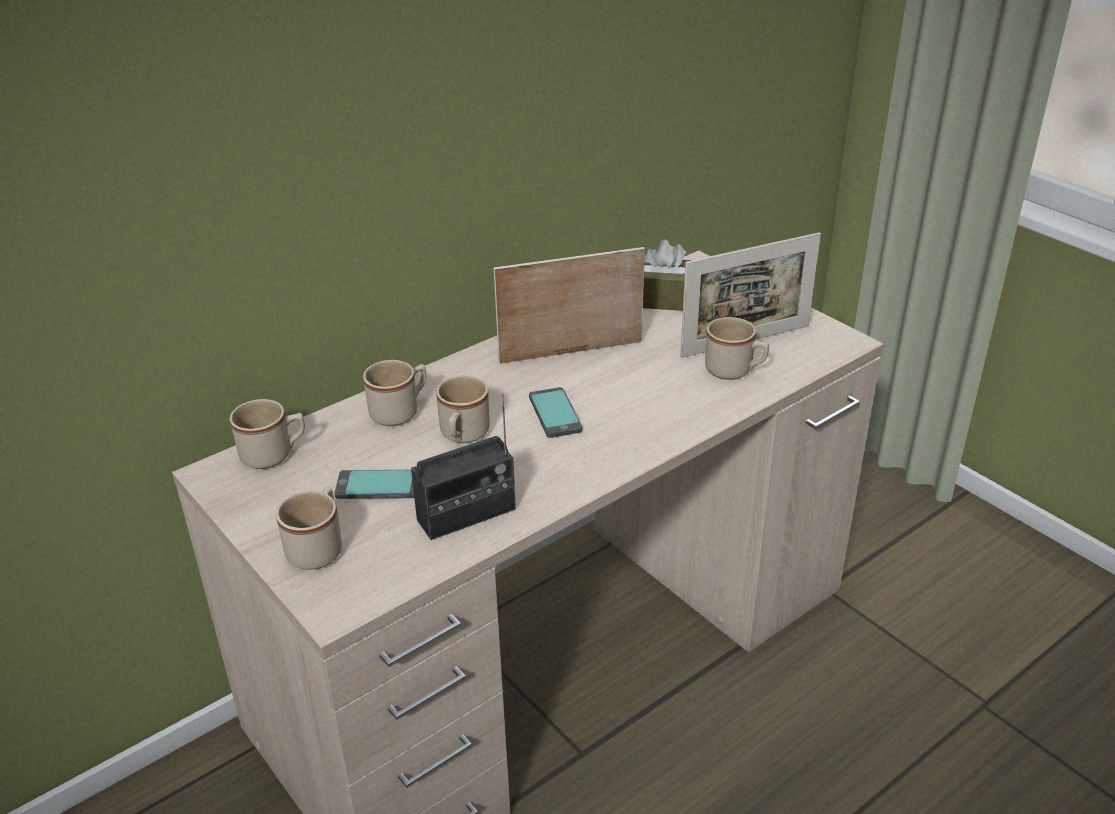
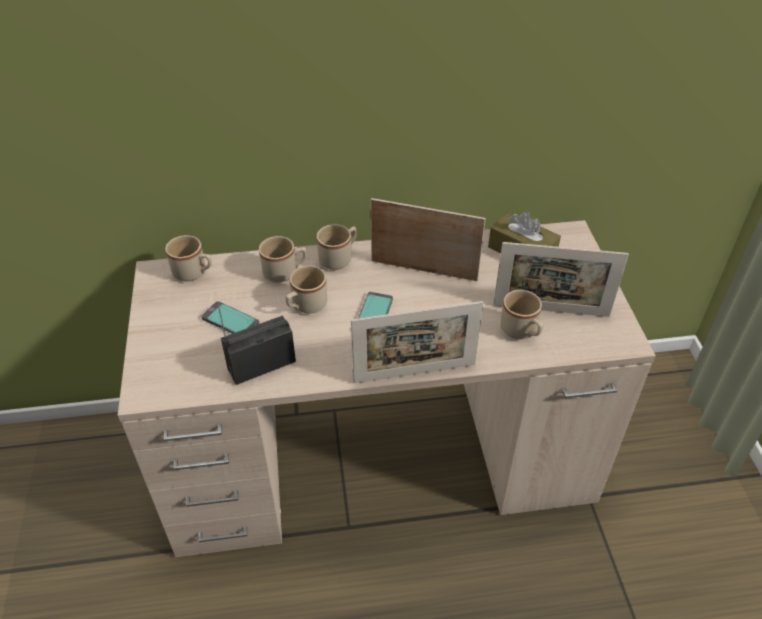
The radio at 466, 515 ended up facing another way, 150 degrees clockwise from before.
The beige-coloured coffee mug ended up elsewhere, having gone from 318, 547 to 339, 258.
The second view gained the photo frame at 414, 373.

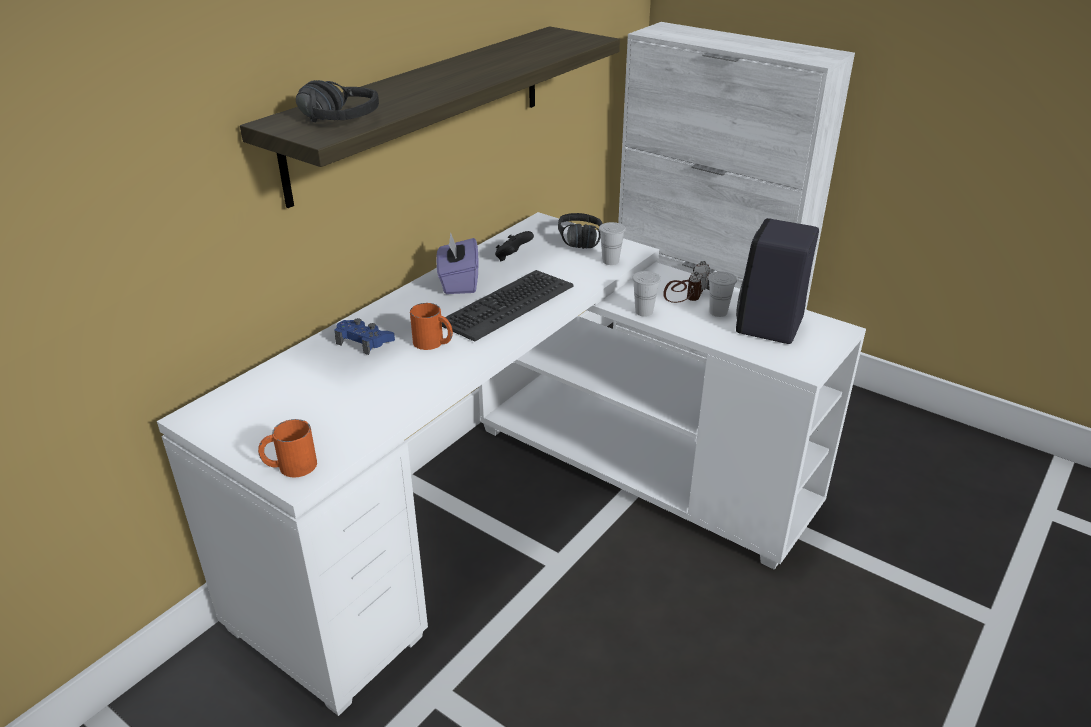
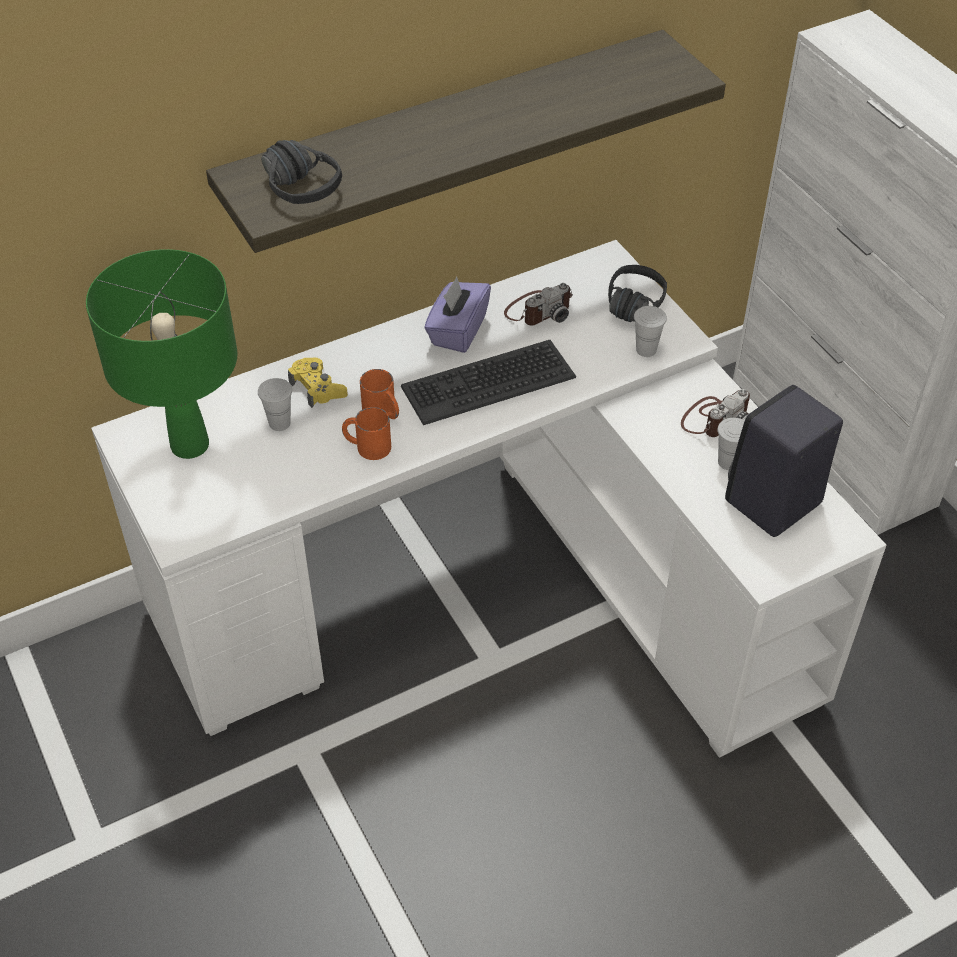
Where the blackish gamepad stood at 512, 258, the photo camera came to stand at 538, 310.
The whitish cup ended up elsewhere, having gone from 644, 312 to 279, 423.
What was the blue gamepad at 364, 341 turned into the yellow gamepad at 317, 388.
The orange-coloured coffee mug ended up elsewhere, having gone from 290, 466 to 367, 446.
The second view gained the greenish table lamp at 190, 445.

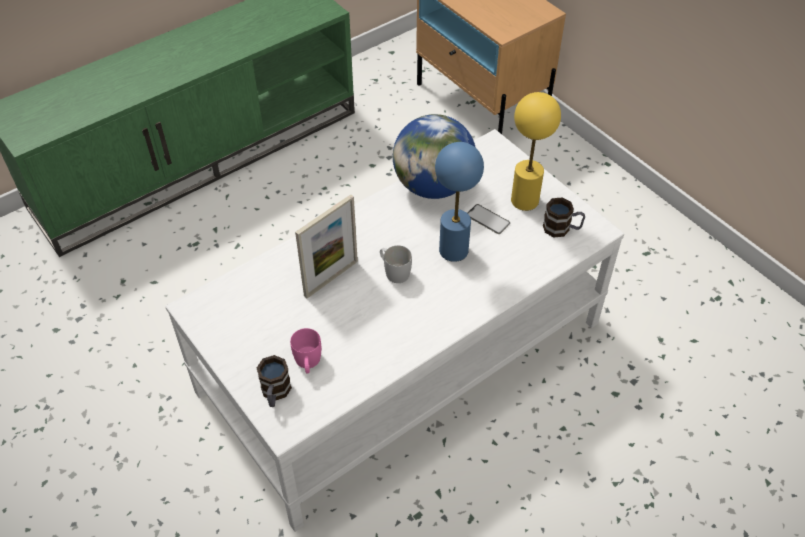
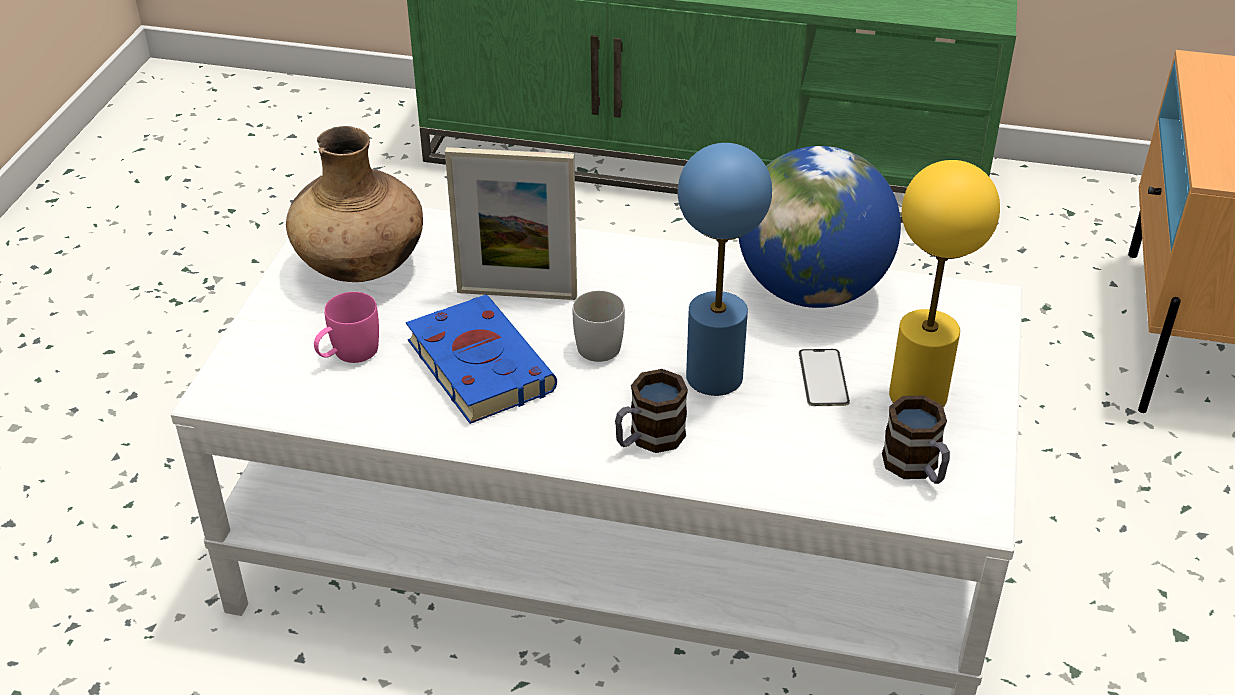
The coffee mug ended up elsewhere, having gone from 275, 393 to 648, 439.
The second view gained the brownish vase at 361, 266.
The second view gained the blue bound book at 477, 363.

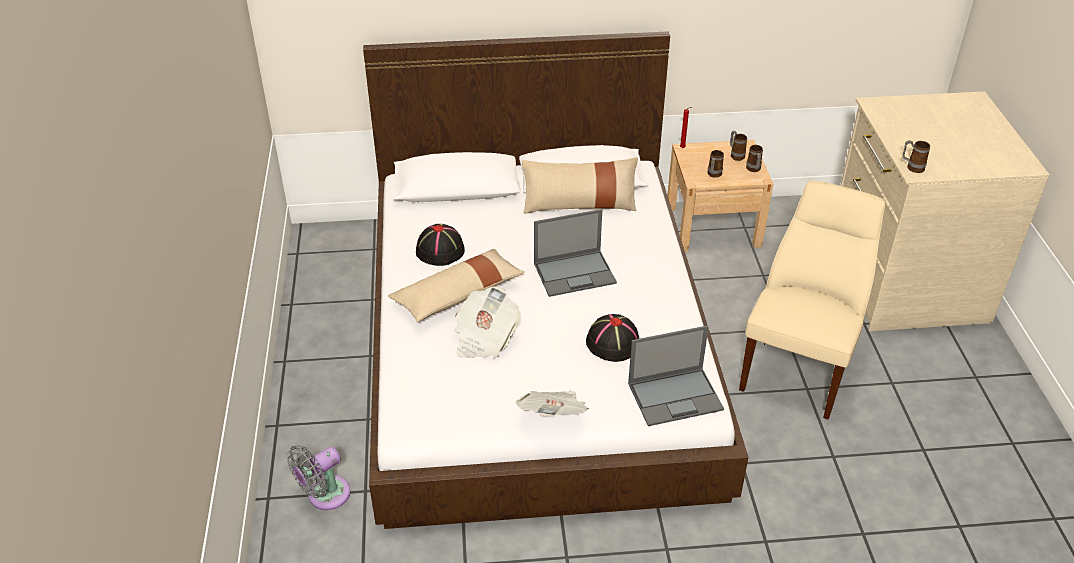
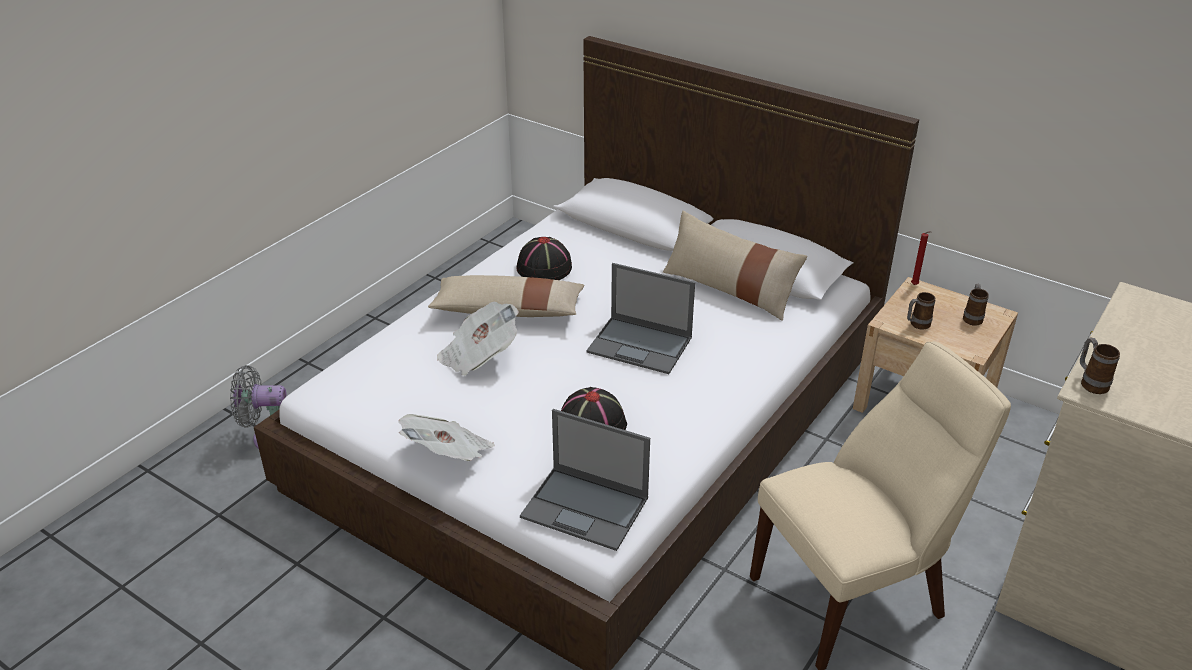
The second view lost the coffee mug at 753, 170.

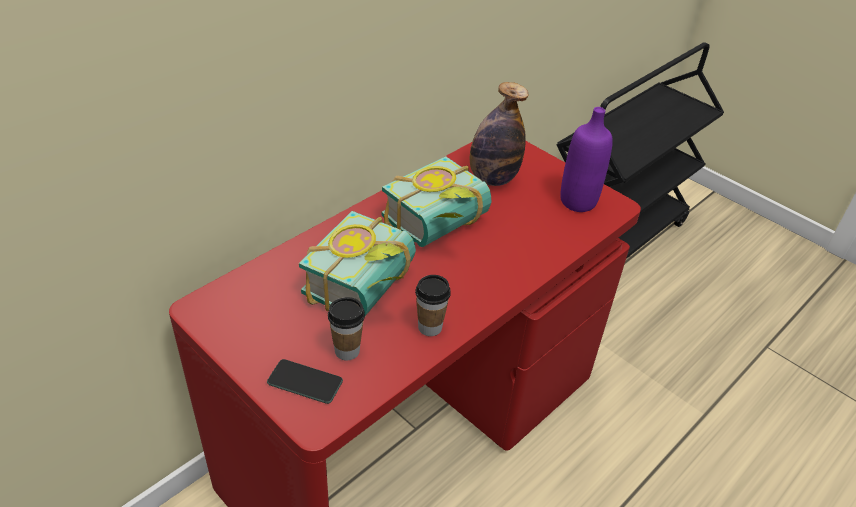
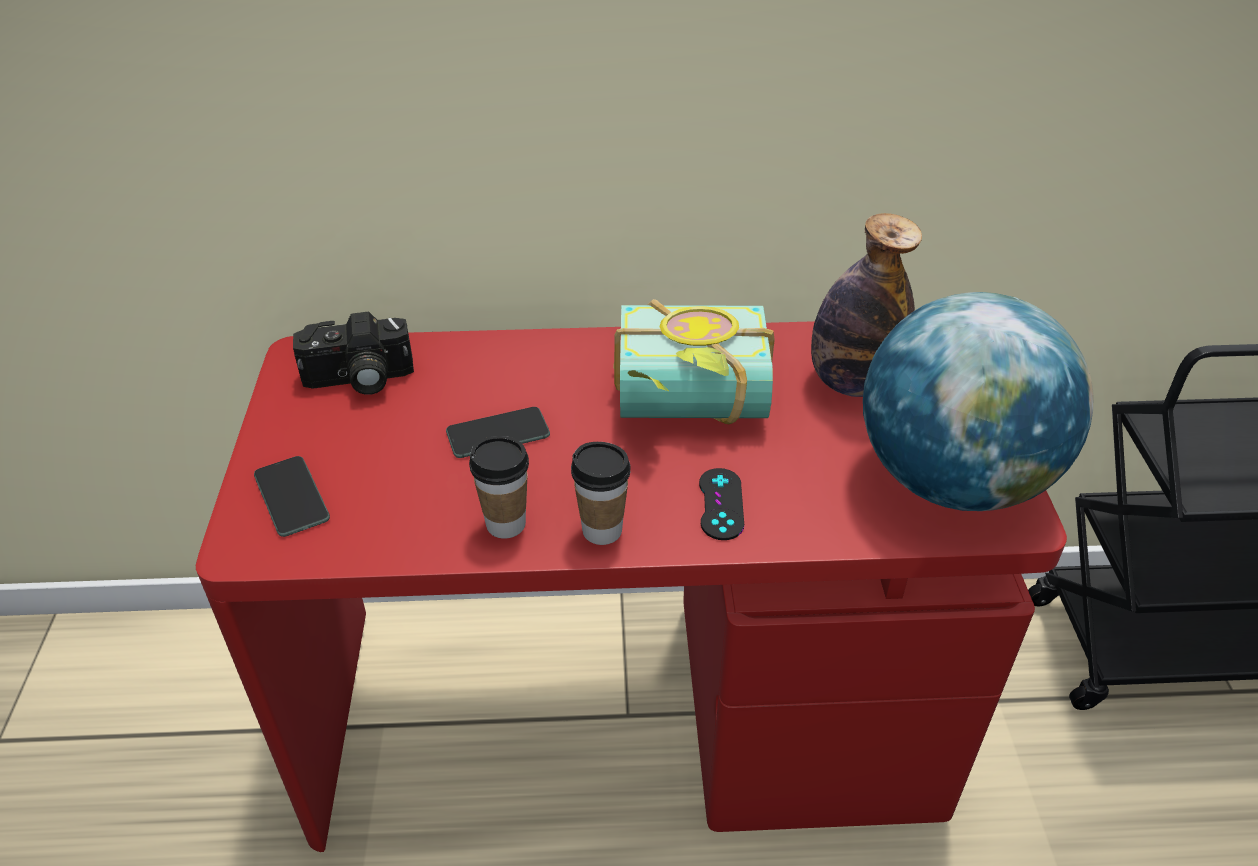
Where the purple beverage bottle stood at 578, 201, the desk globe came to stand at 953, 480.
Where the bound book stood at 368, 288, the phone came to stand at 498, 433.
The cup ended up elsewhere, having gone from 347, 351 to 602, 530.
The second view gained the photo camera at 358, 379.
The second view gained the blackish gamepad at 721, 504.

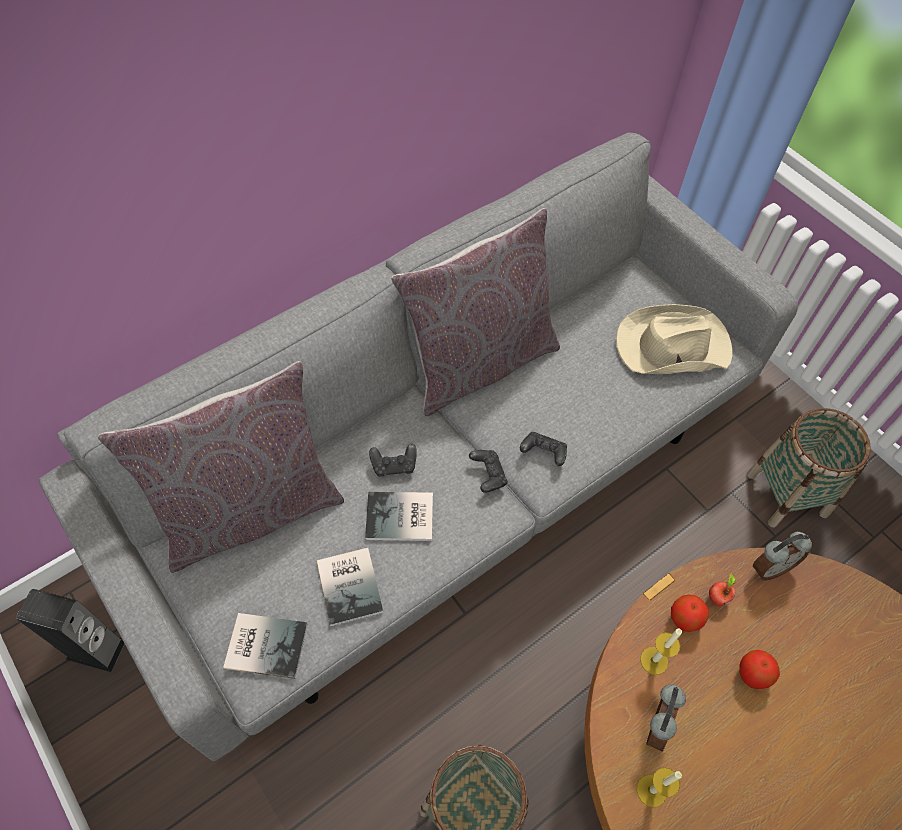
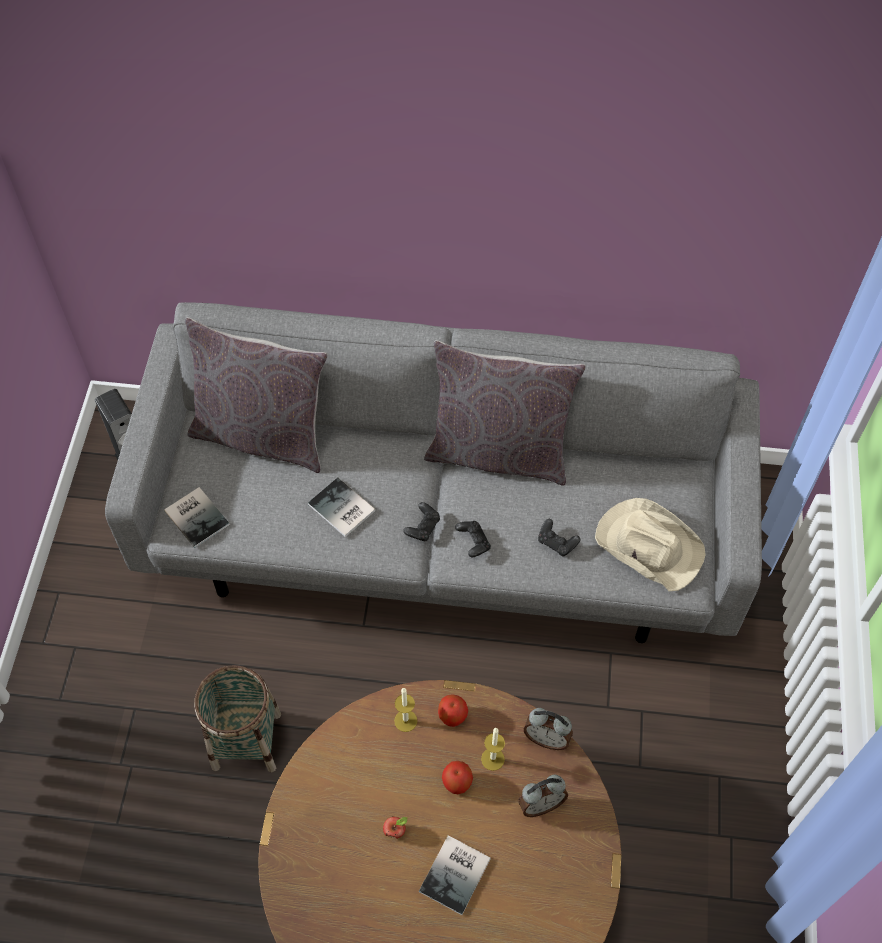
The second view lost the storage basket at 787, 494.
The blackish gamepad ended up elsewhere, having gone from 394, 465 to 557, 543.
The bound book ended up elsewhere, having gone from 351, 584 to 457, 874.
The apple fruit ended up elsewhere, having gone from 717, 597 to 395, 830.
The alarm clock ended up elsewhere, having gone from 655, 724 to 540, 804.
The wax light ended up elsewhere, having gone from 651, 790 to 492, 759.

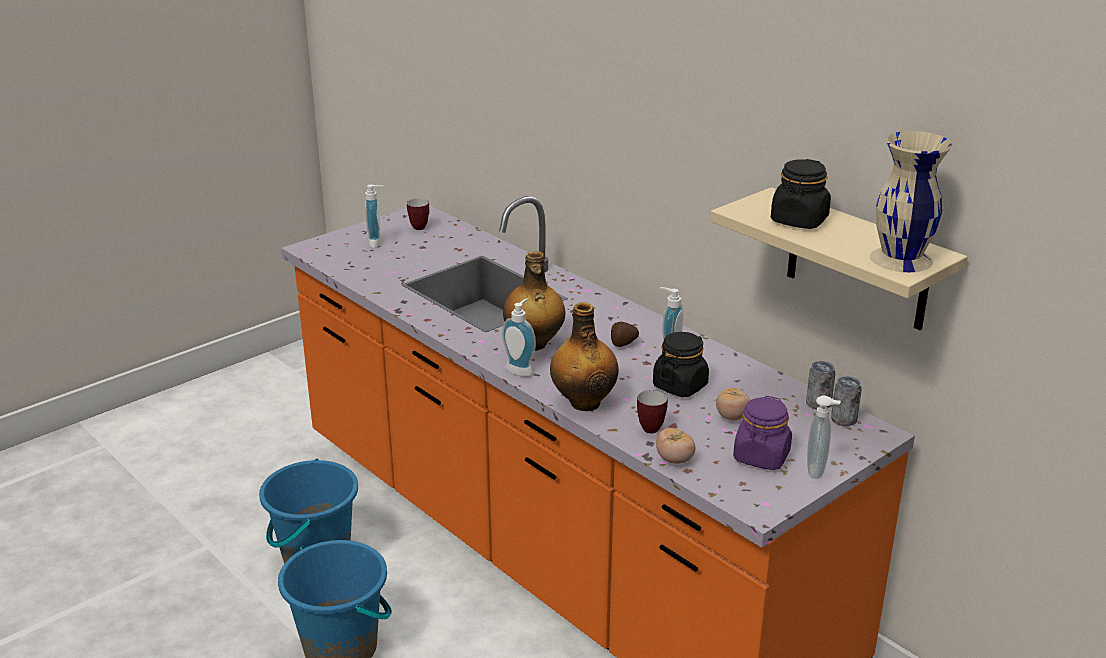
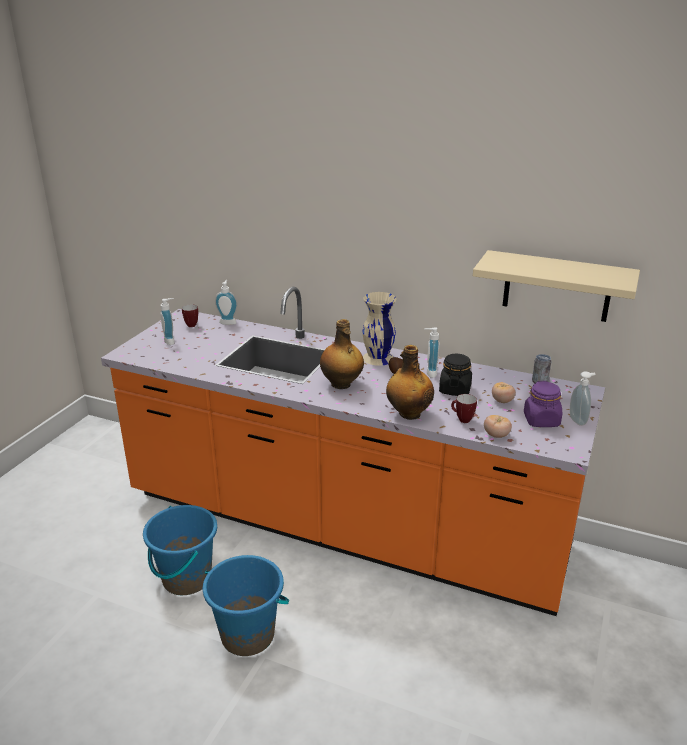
The beige-coloured vase ended up elsewhere, having gone from 900, 259 to 377, 358.
The second view lost the blackish storage jar at 799, 221.
The liquid soap bottle ended up elsewhere, having gone from 521, 370 to 228, 322.
The second view lost the can at 843, 420.

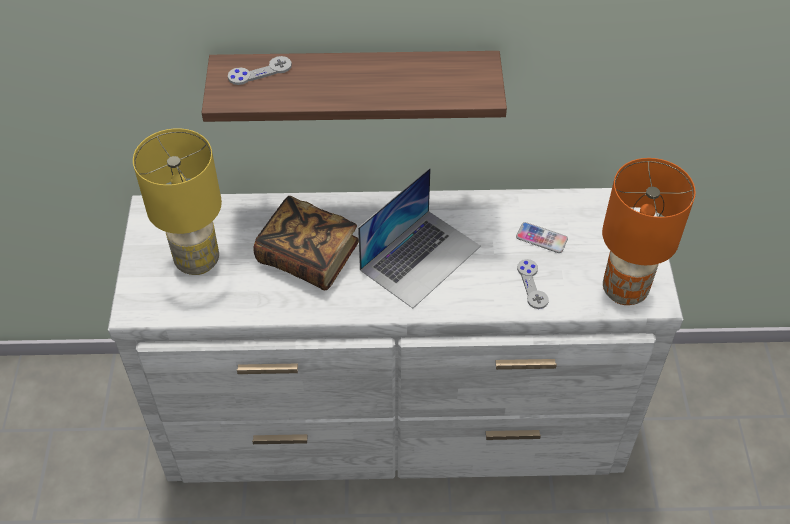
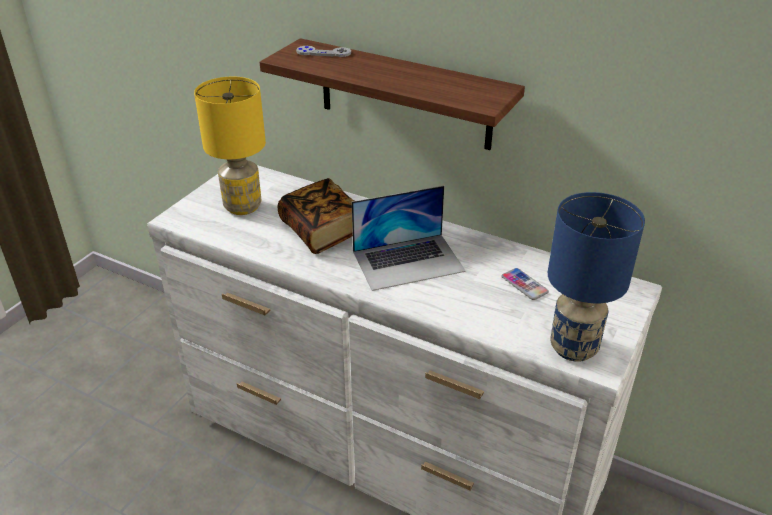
What was the orange-coloured table lamp at 625, 291 turned into the blue table lamp at 574, 349.
The second view lost the gray gamepad at 532, 285.

